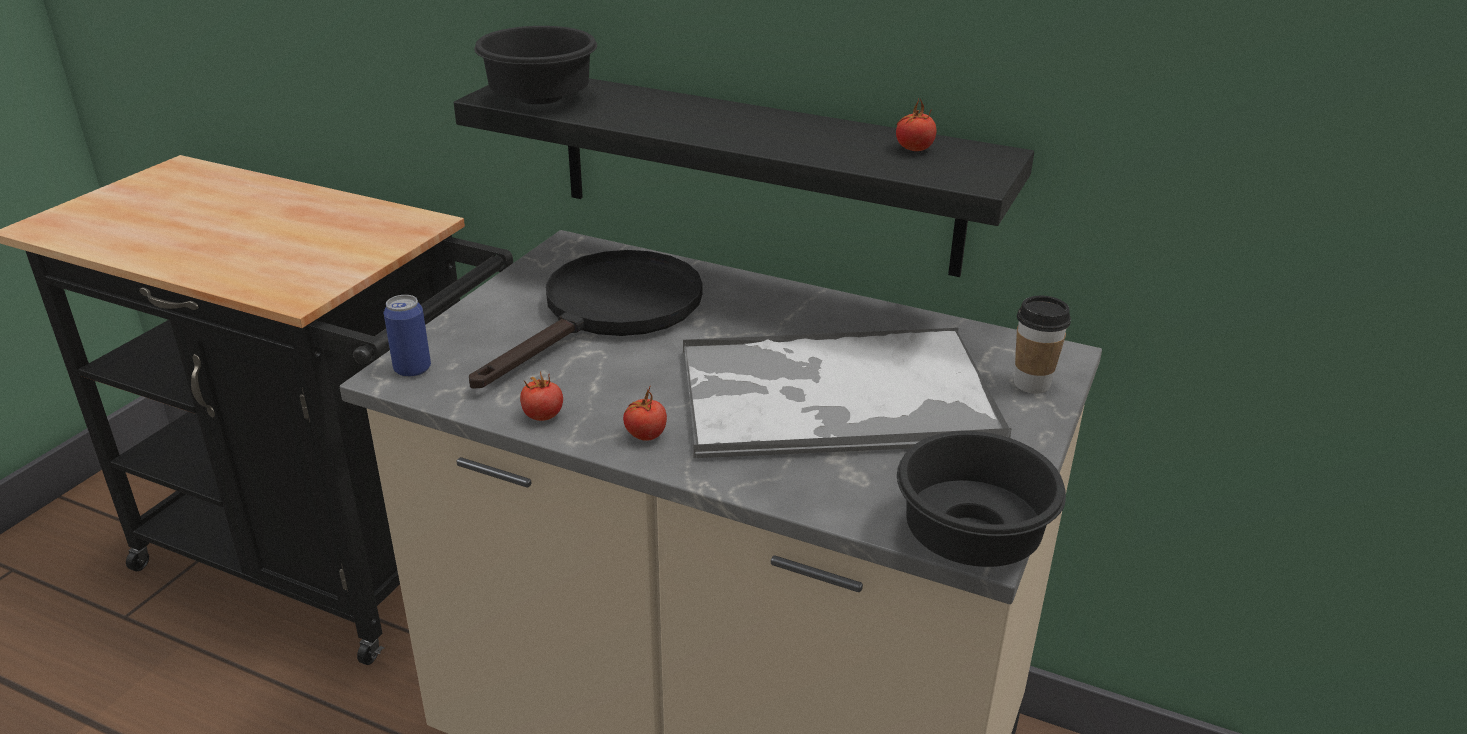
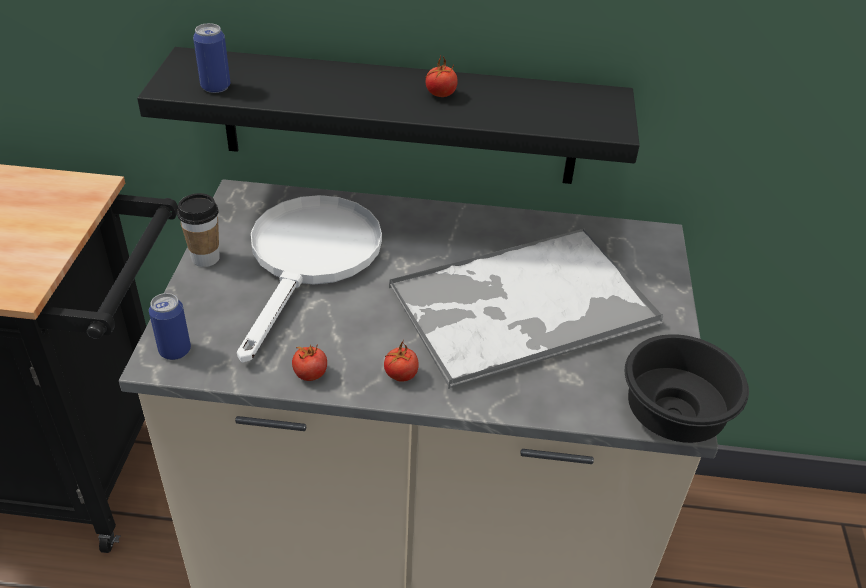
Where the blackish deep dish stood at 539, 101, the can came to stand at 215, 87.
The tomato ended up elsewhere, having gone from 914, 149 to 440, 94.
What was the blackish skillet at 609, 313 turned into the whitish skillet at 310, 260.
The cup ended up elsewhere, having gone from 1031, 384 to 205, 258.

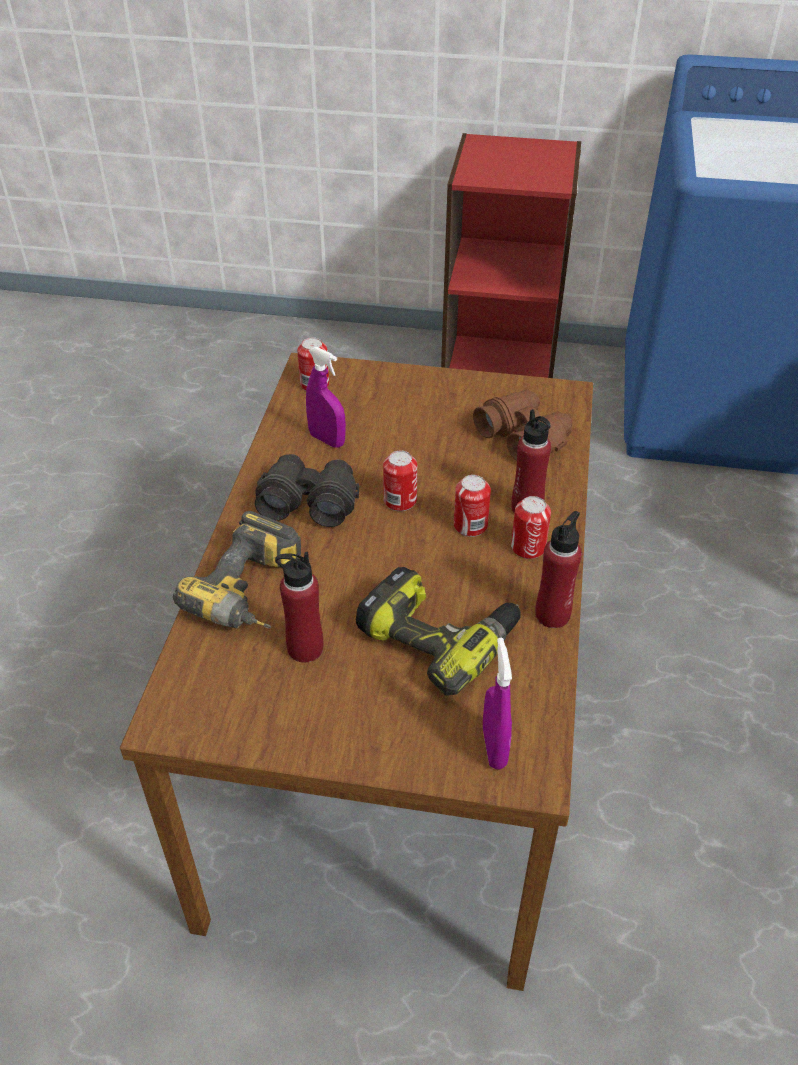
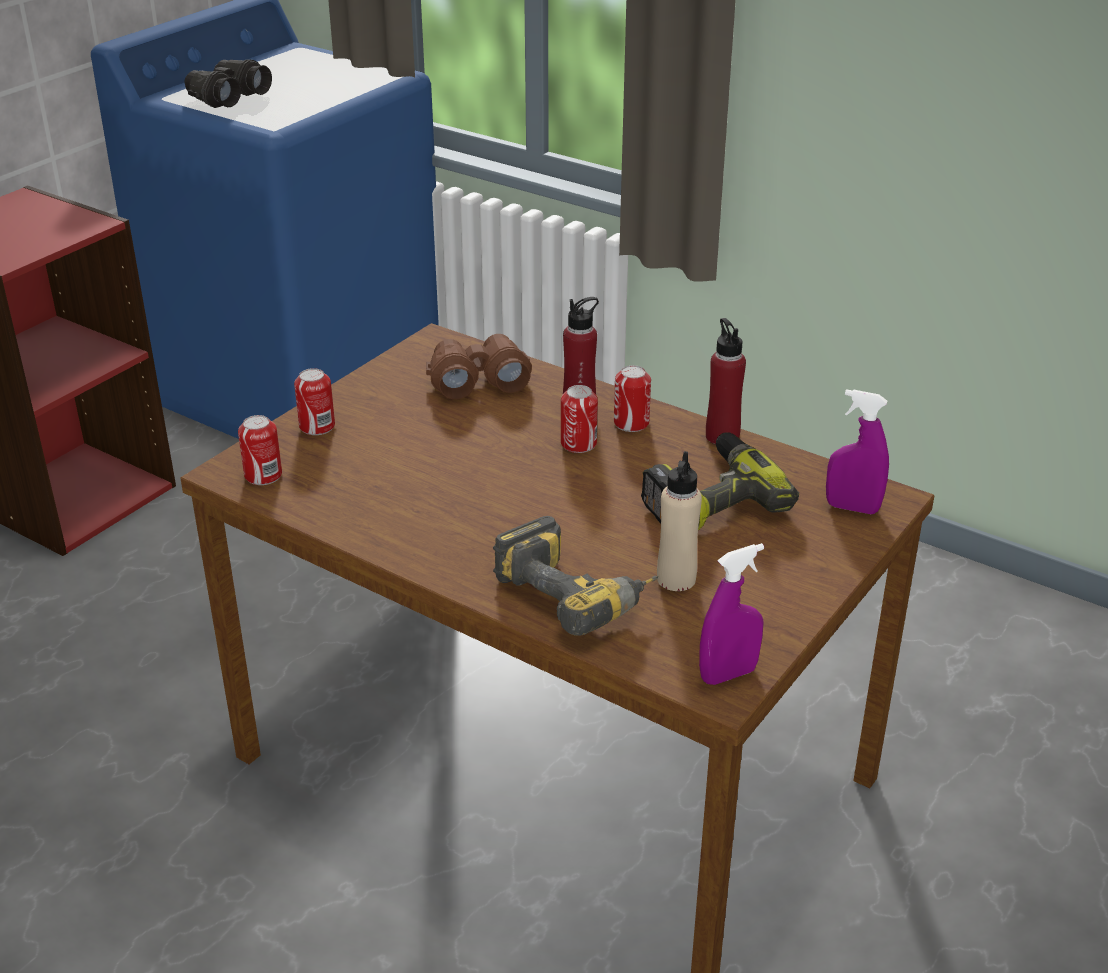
The purple hand sprayer ended up elsewhere, having gone from 327, 440 to 728, 674.
The can ended up elsewhere, having gone from 400, 500 to 317, 426.
The blackish binoculars ended up elsewhere, having gone from 308, 501 to 227, 97.
What was the reddish beverage bottle at 305, 648 turned into the beige-coloured beverage bottle at 676, 579.

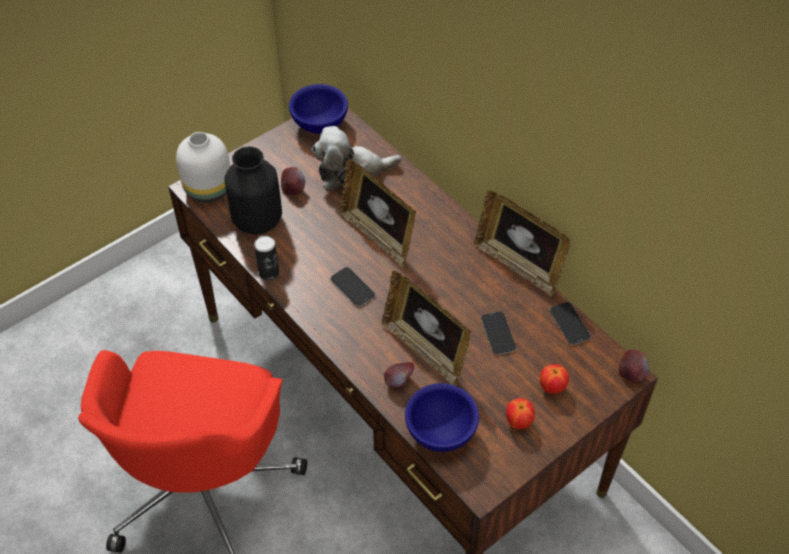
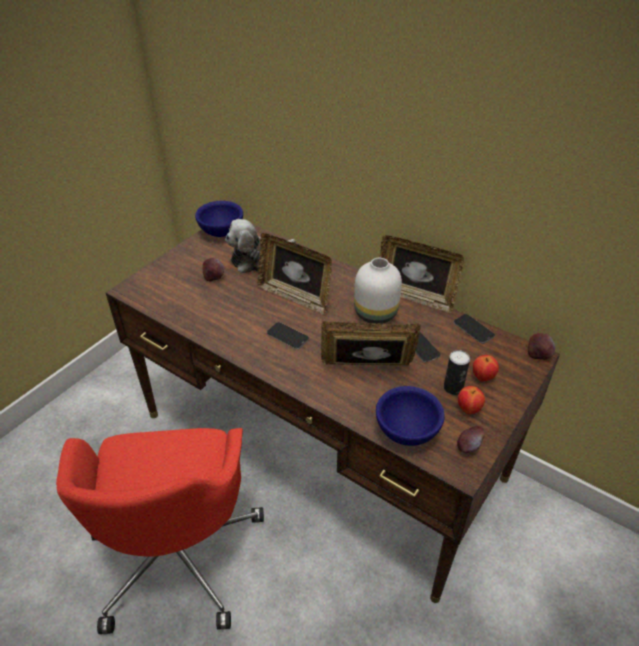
The whitish vase ended up elsewhere, having gone from 209, 188 to 375, 312.
The second view lost the blackish vase at 256, 221.
The can ended up elsewhere, having gone from 269, 272 to 453, 388.
The photo frame at 425, 349 ended up facing another way, 150 degrees clockwise from before.
The apple fruit ended up elsewhere, having gone from 398, 381 to 468, 447.

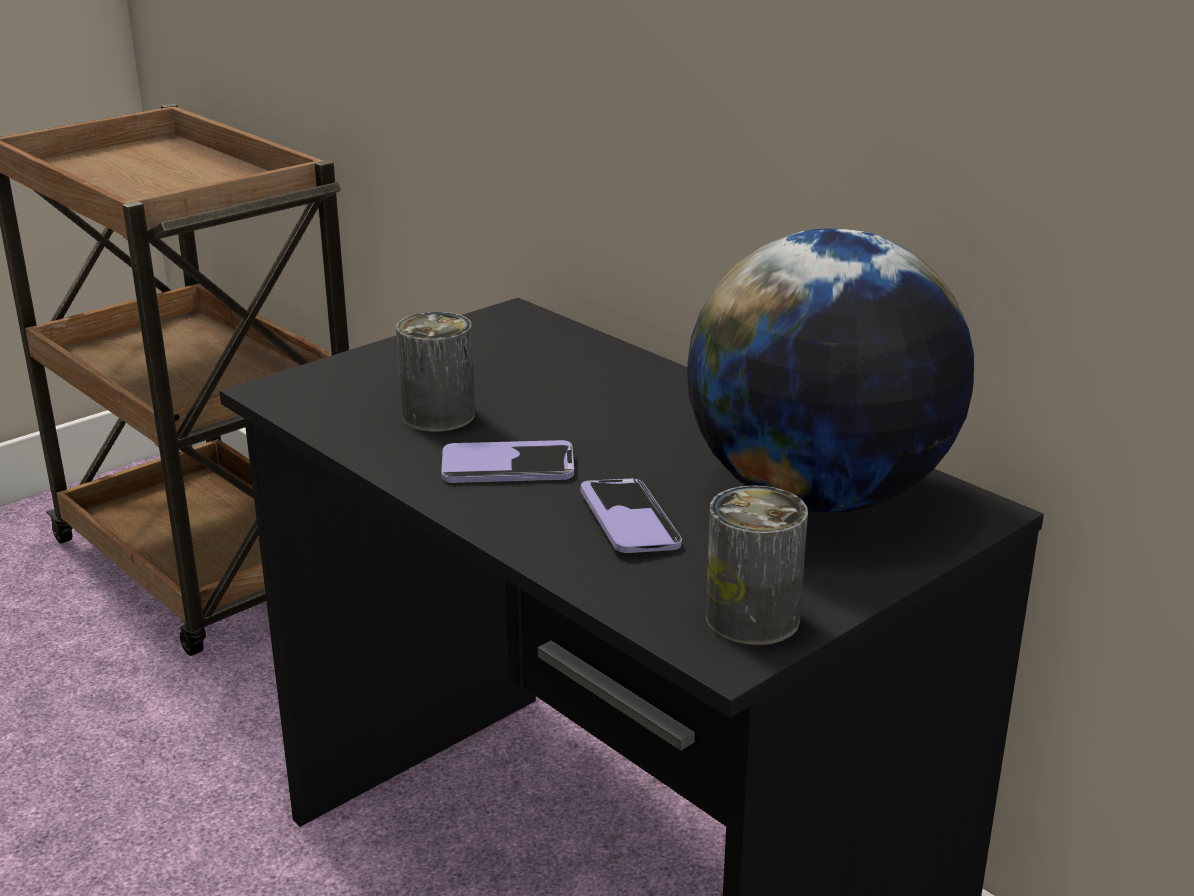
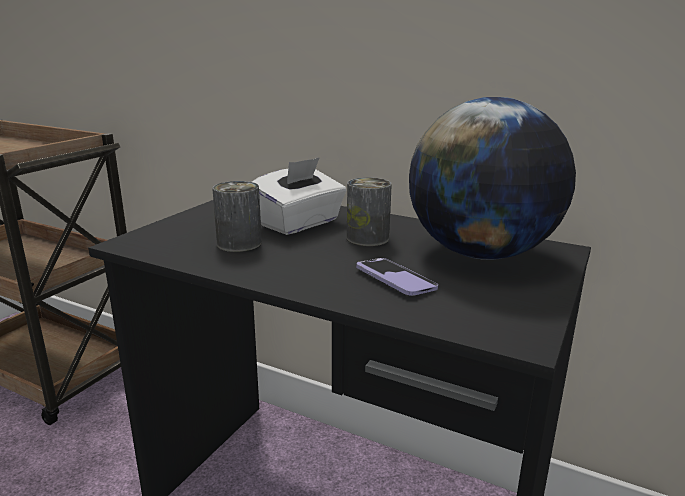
The second view lost the phone at 508, 466.
The can ended up elsewhere, having gone from 752, 618 to 367, 238.
The second view gained the whitish tissue box at 300, 223.

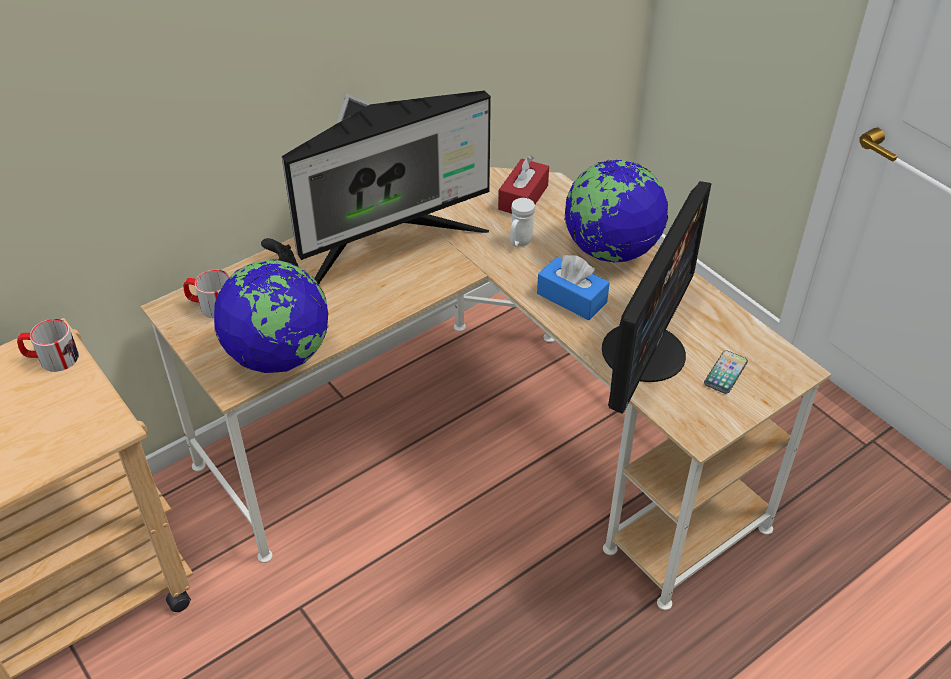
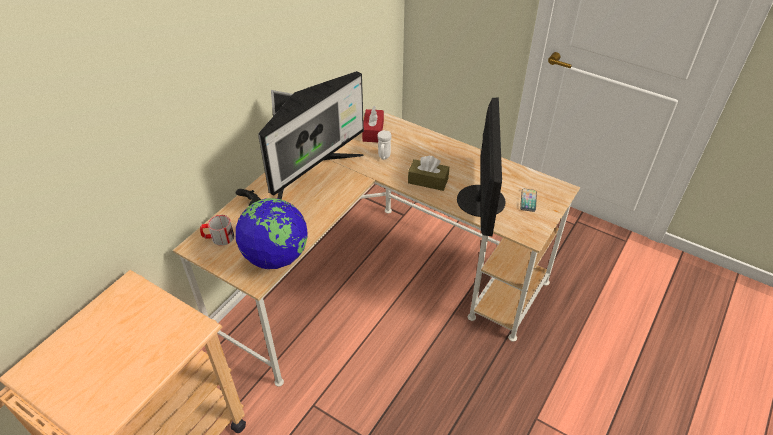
The second view lost the desk globe at 610, 250.
What was the blue tissue box at 571, 298 turned into the brownish tissue box at 428, 181.
The second view lost the coffee mug at 51, 358.

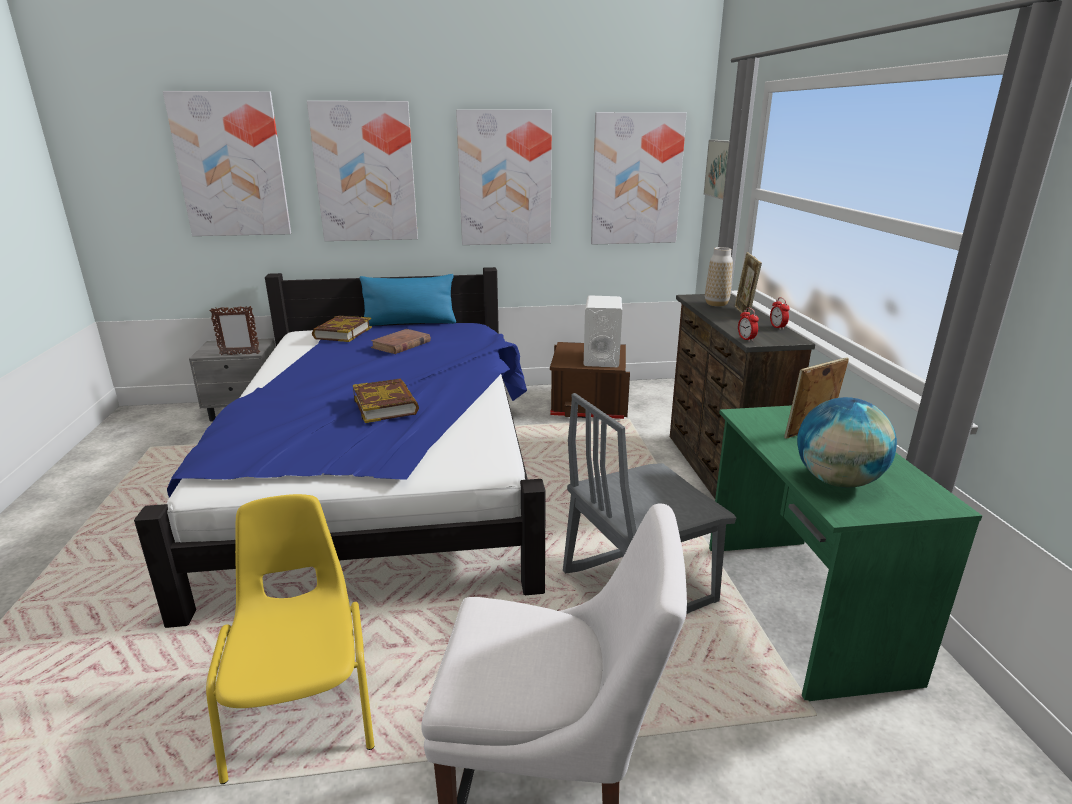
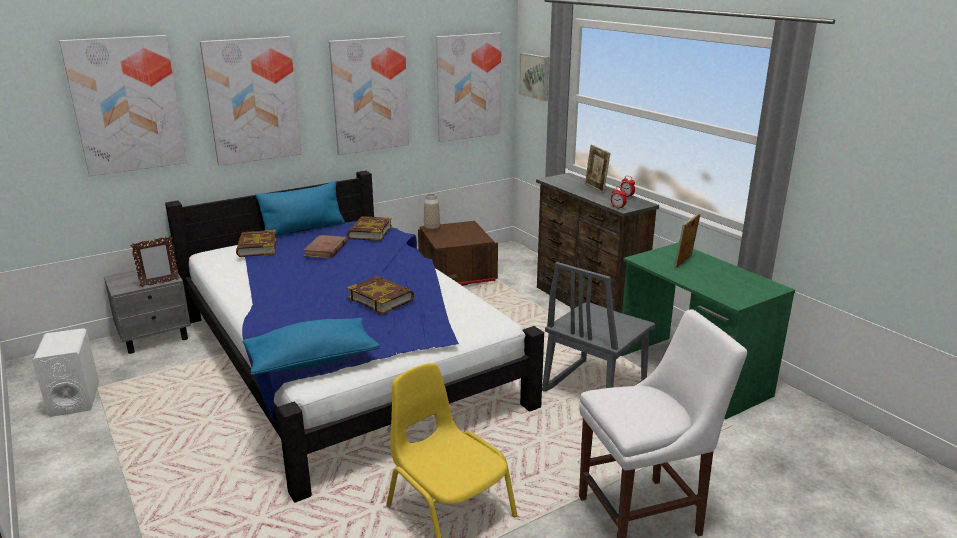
The vase ended up elsewhere, having gone from 716, 304 to 432, 229.
The whitish audio speaker ended up elsewhere, having gone from 601, 358 to 74, 399.
The second view lost the desk globe at 837, 481.
The second view gained the bound book at 370, 232.
The second view gained the blue pillow at 312, 360.

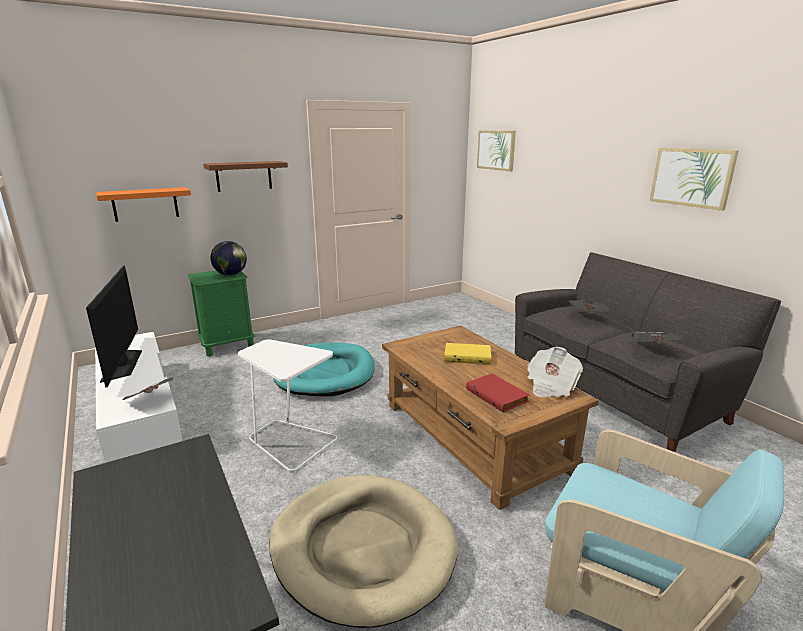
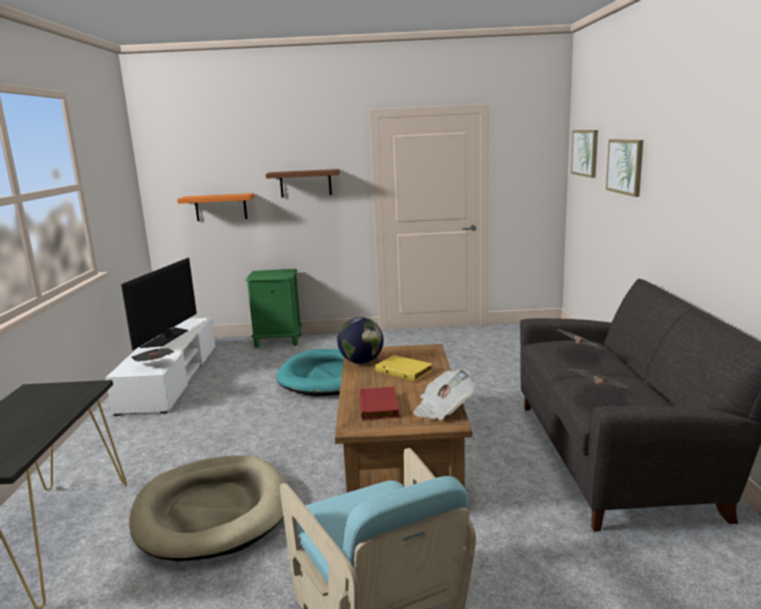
The picture ended up elsewhere, having gone from 691, 177 to 625, 166.
The desk globe ended up elsewhere, having gone from 230, 275 to 361, 362.
The second view lost the whitish side table at 290, 443.

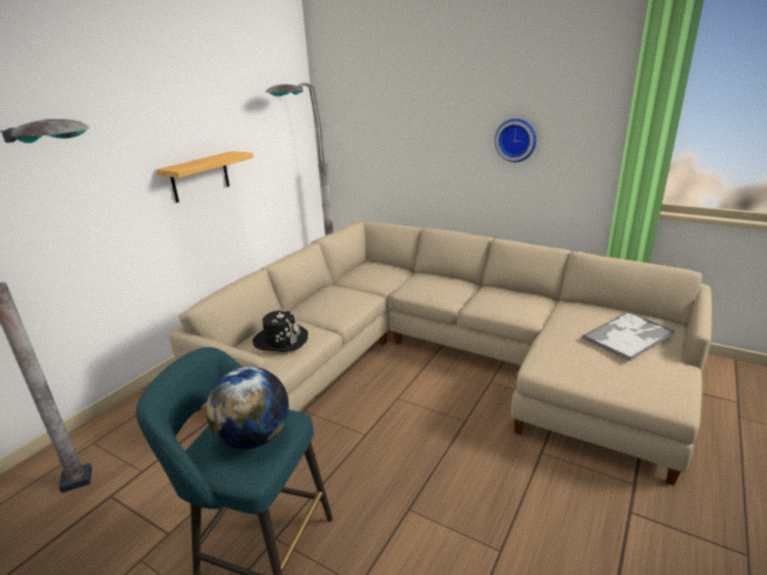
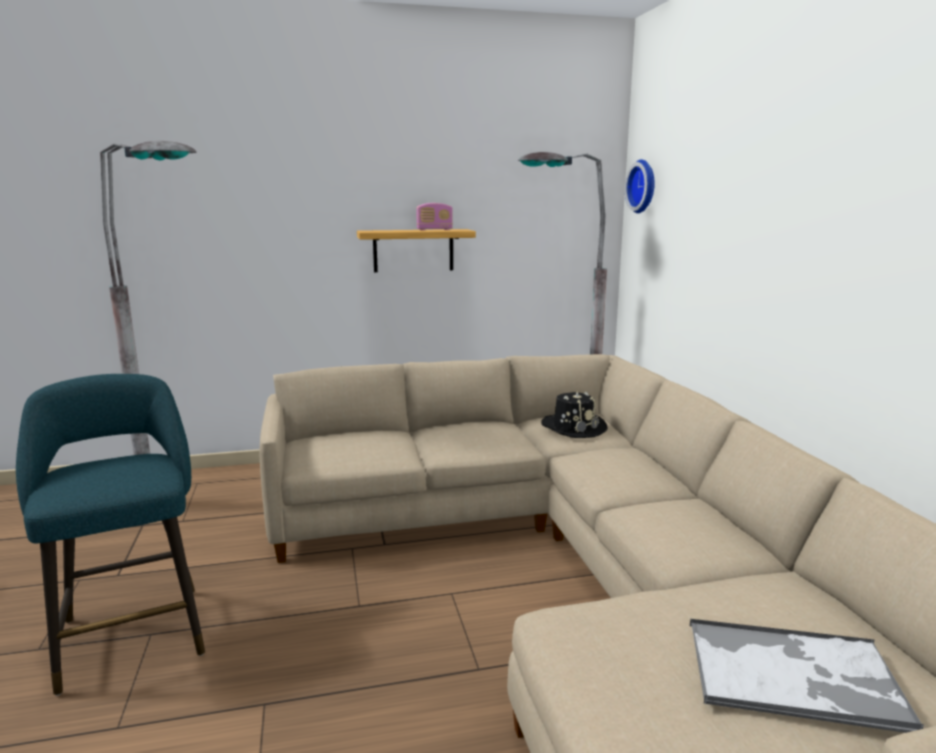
The wall clock ended up elsewhere, having gone from 516, 140 to 644, 186.
The blackish hat ended up elsewhere, having gone from 281, 340 to 573, 427.
The second view lost the desk globe at 254, 437.
The second view gained the radio at 434, 230.

